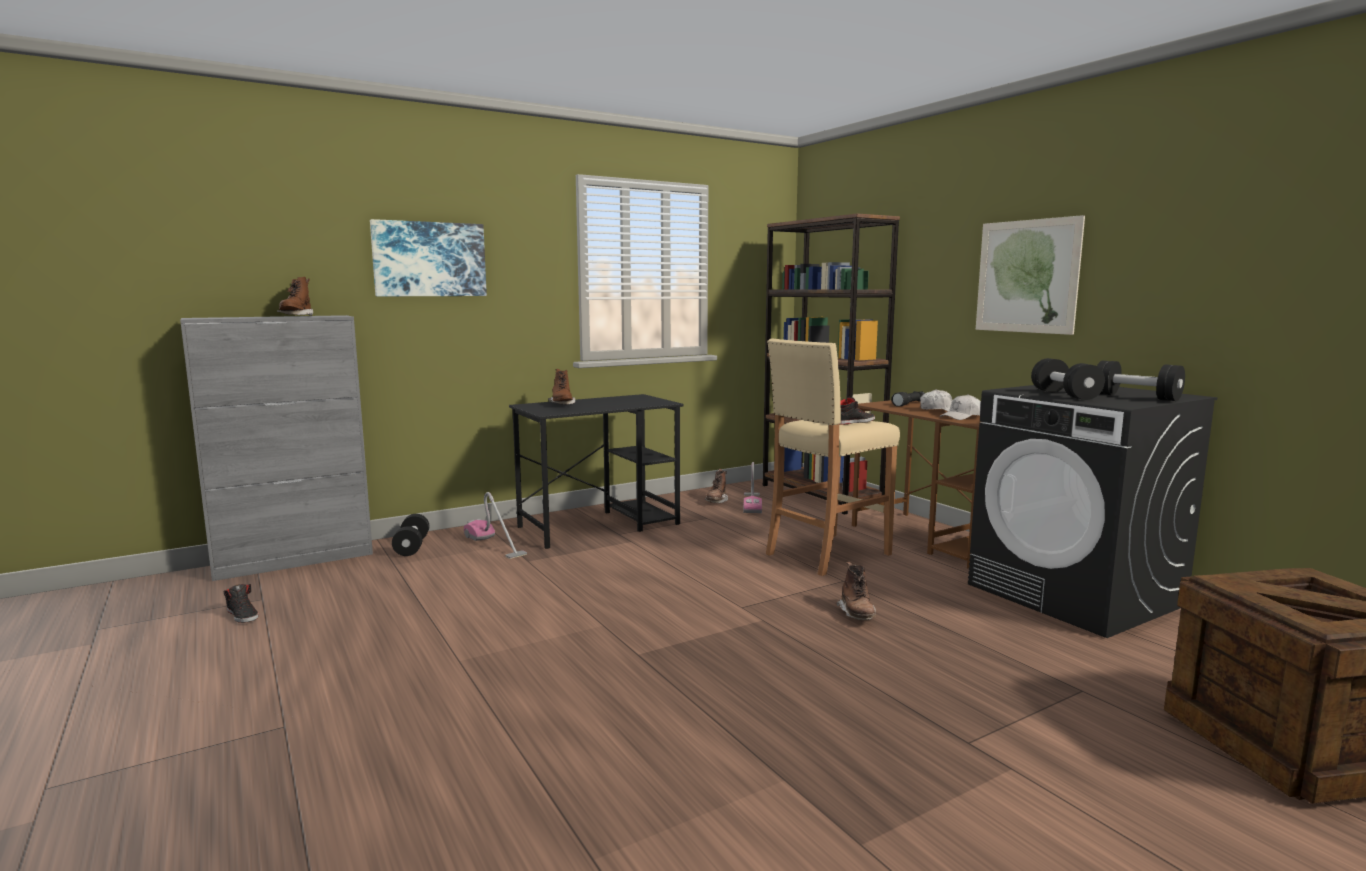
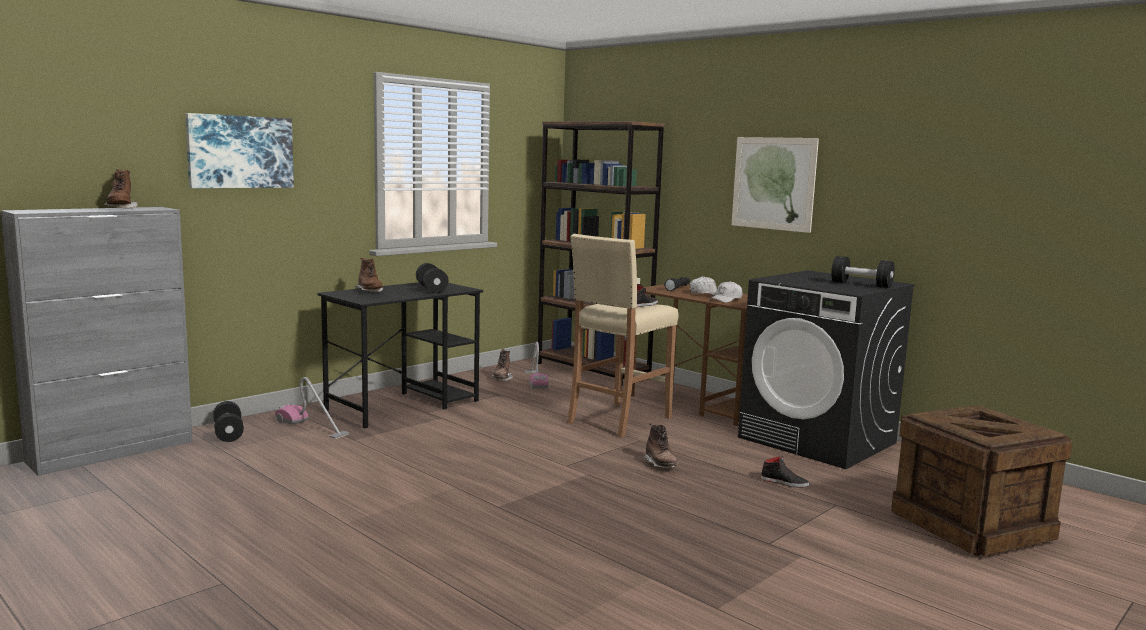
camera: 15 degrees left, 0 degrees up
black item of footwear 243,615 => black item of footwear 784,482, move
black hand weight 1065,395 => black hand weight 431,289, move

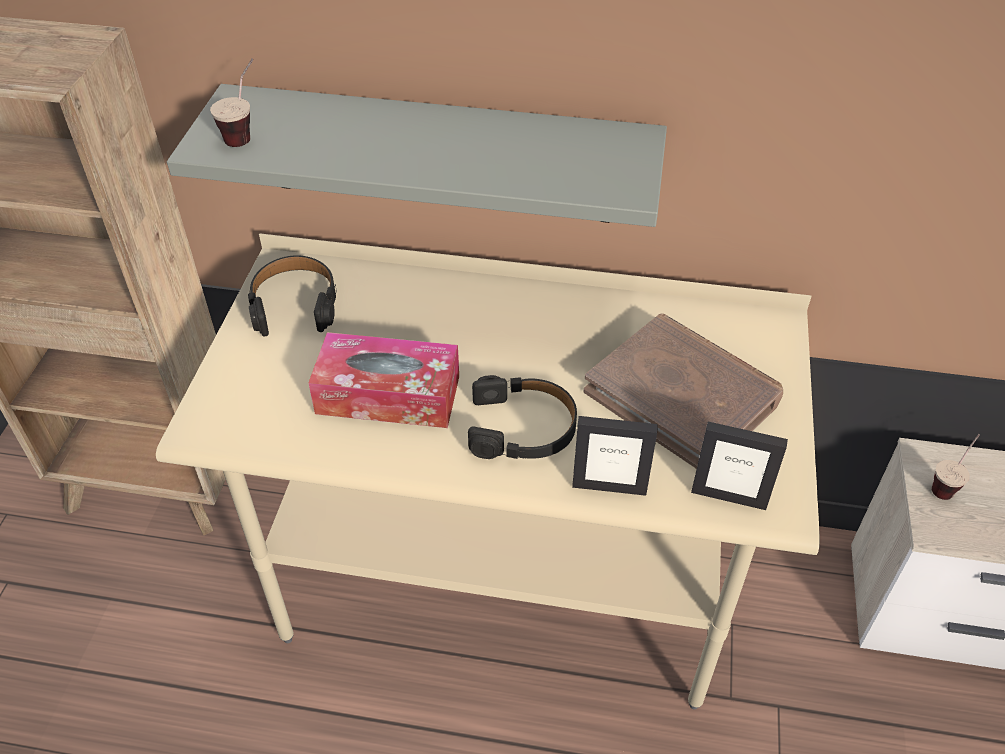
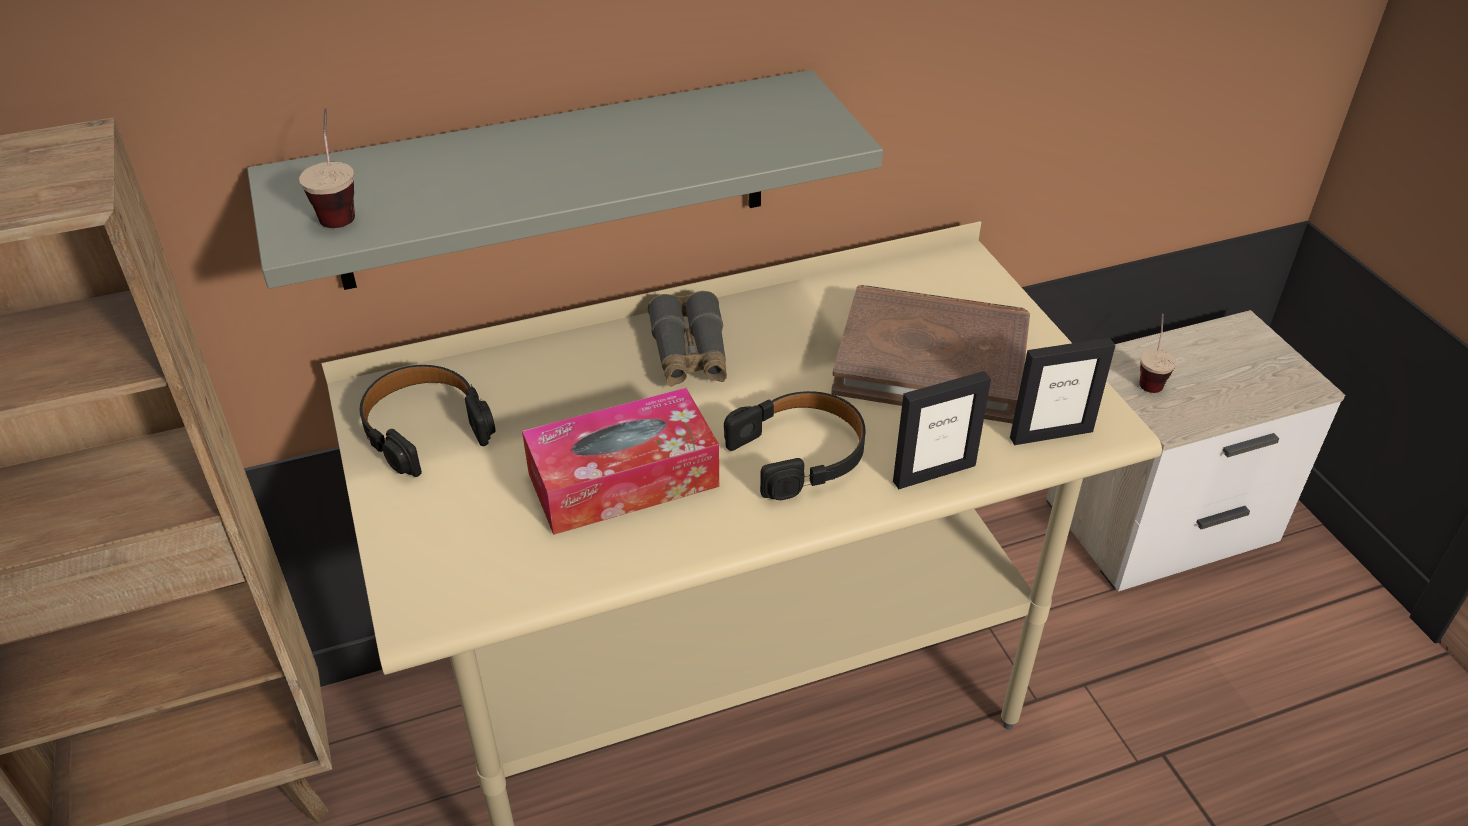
camera: 30 degrees left, 5 degrees down
nothing => gray pair of binoculars 690,354

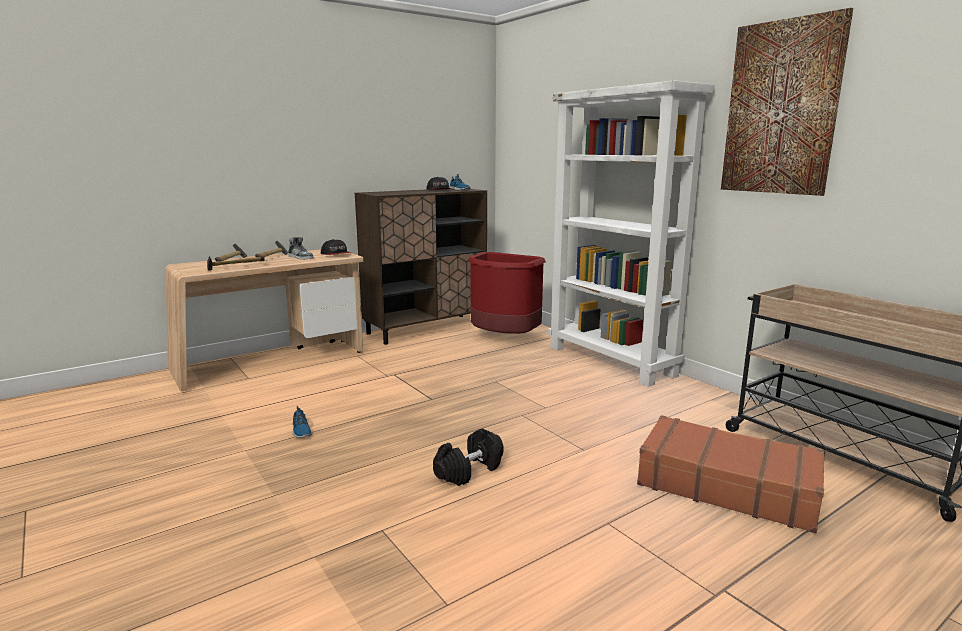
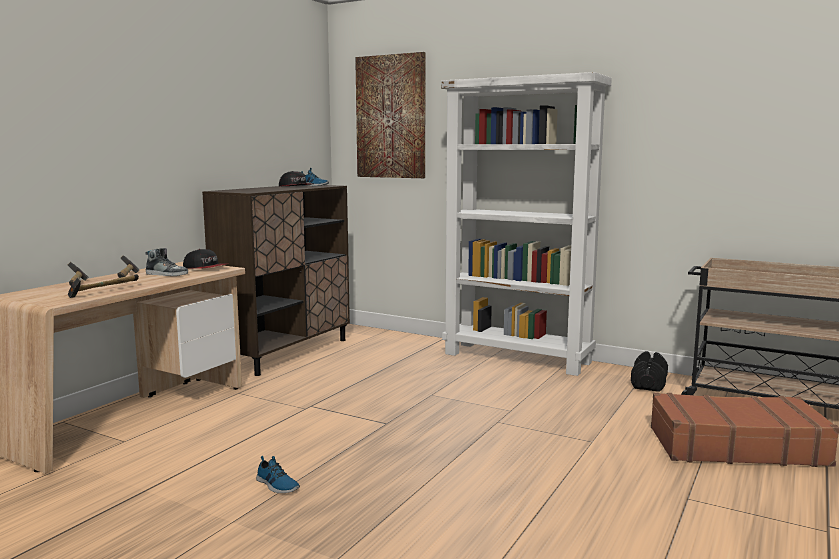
camera: 25 degrees left, 5 degrees down
reddish waste bin 504,338 => nothing
black hand weight 469,471 => black hand weight 649,383, move
wall art 781,108 => wall art 391,117, move

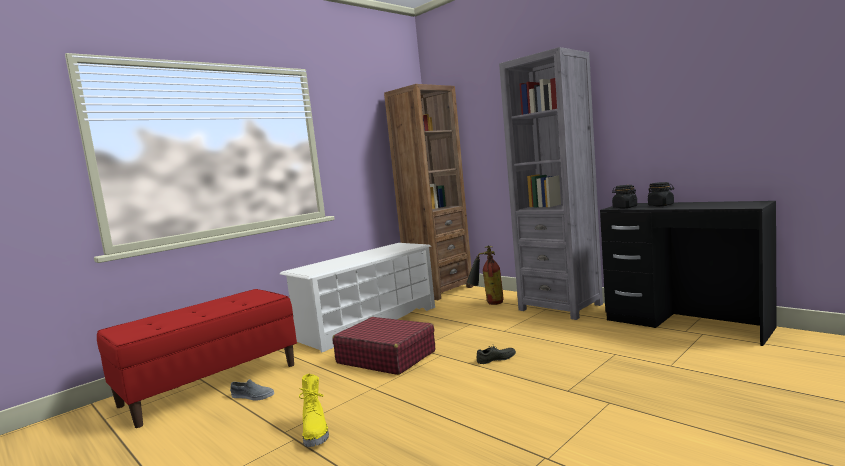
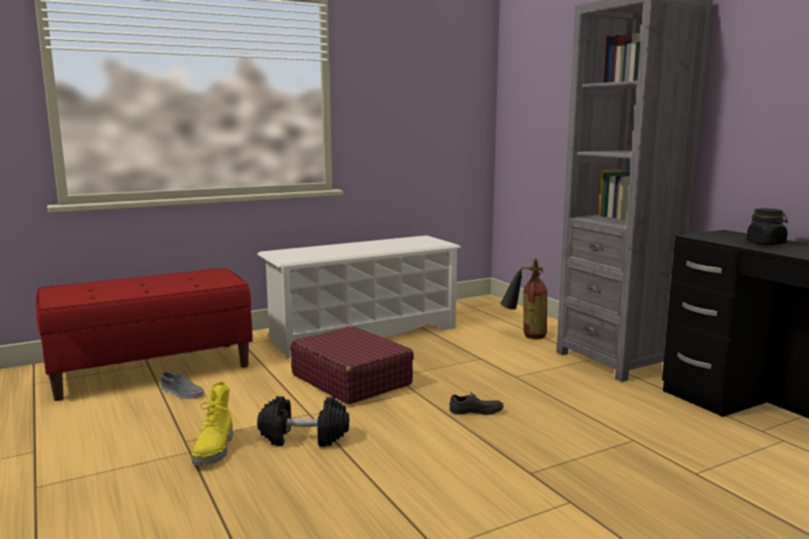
camera: 15 degrees right, 5 degrees up
brownish bookshelf 439,290 => nothing
black jar 624,207 => nothing
nothing => black hand weight 304,437

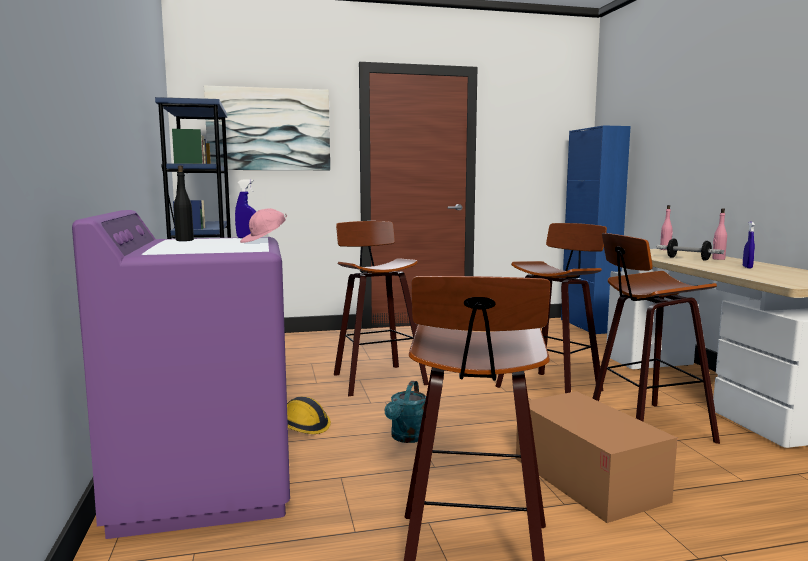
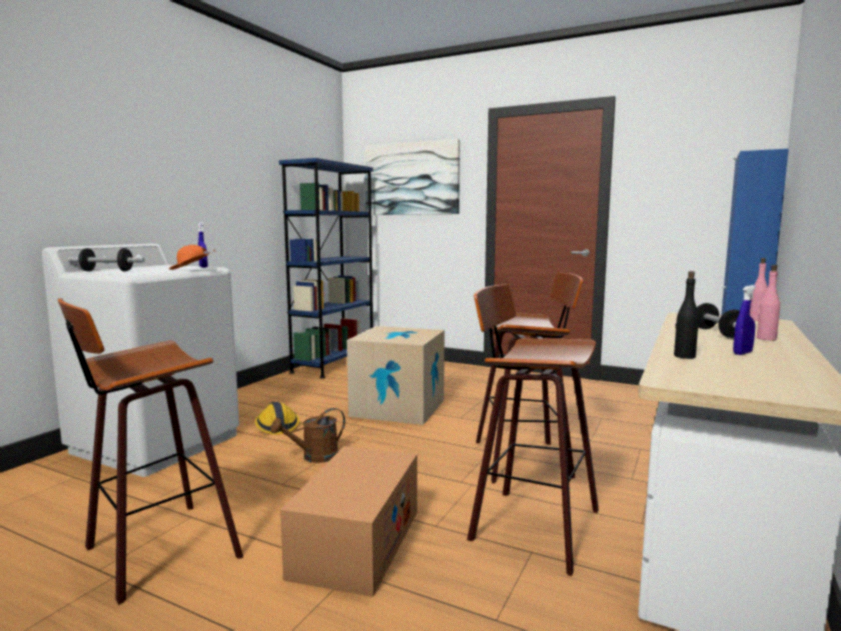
camera: 40 degrees right, 0 degrees up
nothing => hand weight 107,271
black bottle 184,240 => black bottle 684,356, move
sitting stool 376,379 => packing box 398,408
purplish laundry appliance 204,485 => white laundry appliance 157,443
pink-coloured baseball cap 265,241 => orange baseball cap 190,269
turquoise sprinkling can 407,438 => brownish sprinkling can 314,457

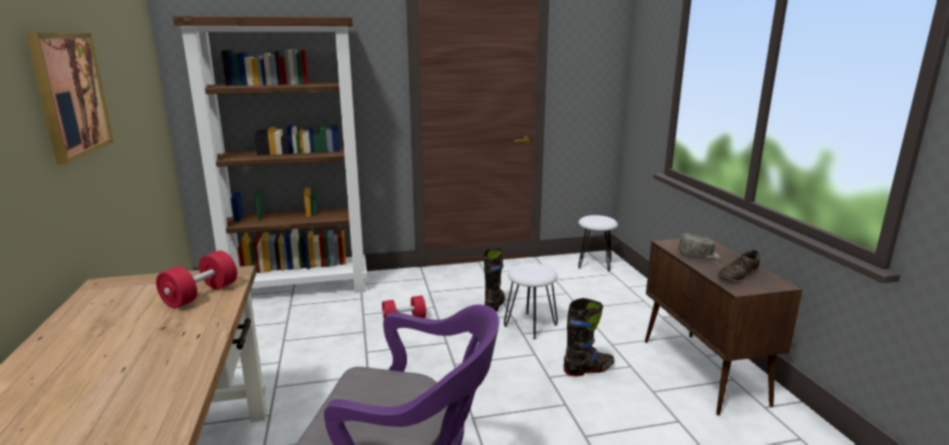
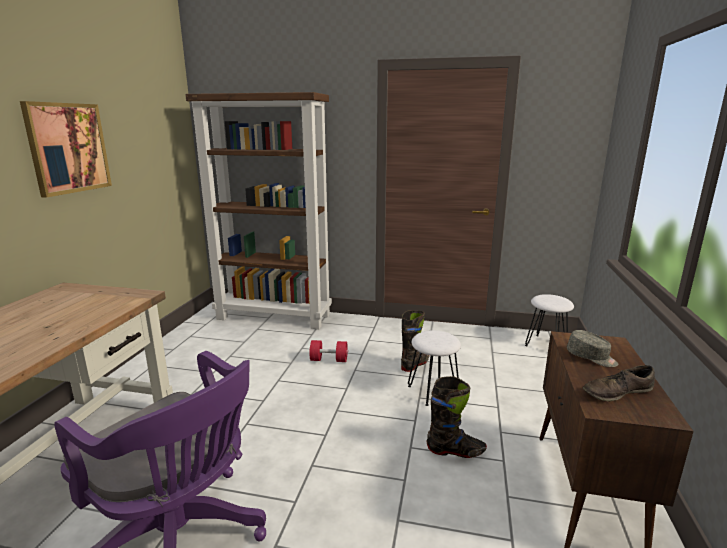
camera: 25 degrees right, 0 degrees up
reddish hand weight 201,295 => nothing

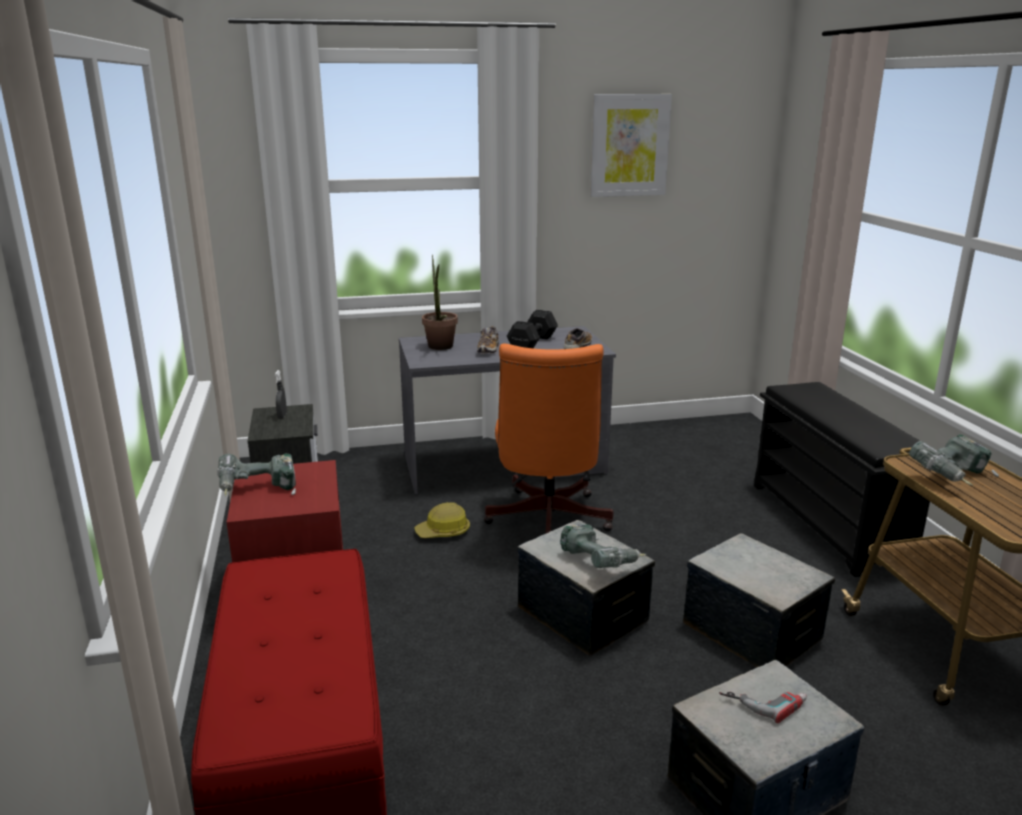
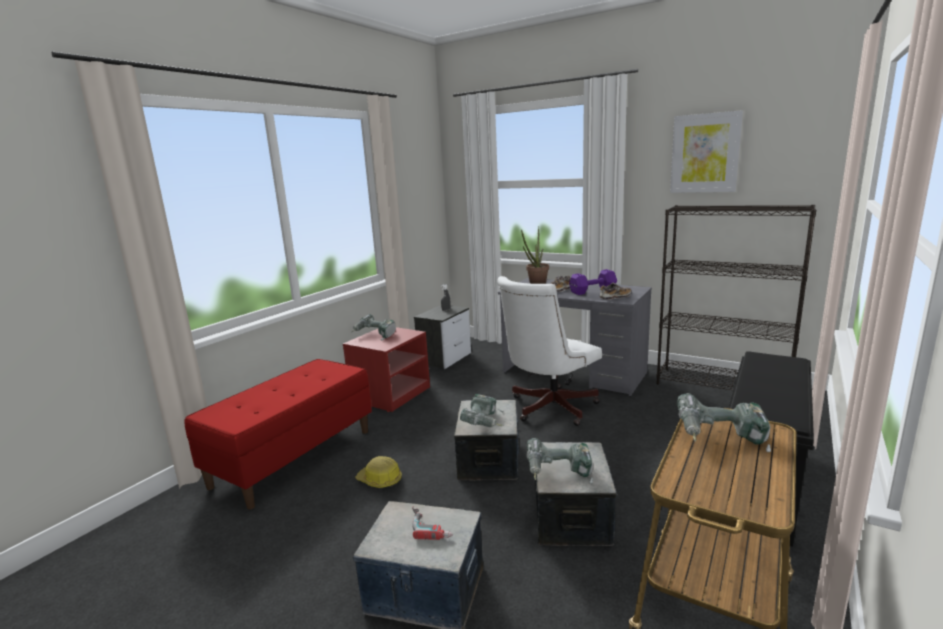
camera: 45 degrees right, 5 degrees down
nothing => drill 558,474
nothing => black bookshelf 722,385
hard hat 443,532 => hard hat 380,480, move
orange computer chair 547,522 => white computer chair 548,408
black hand weight 533,343 => purplish hand weight 594,291

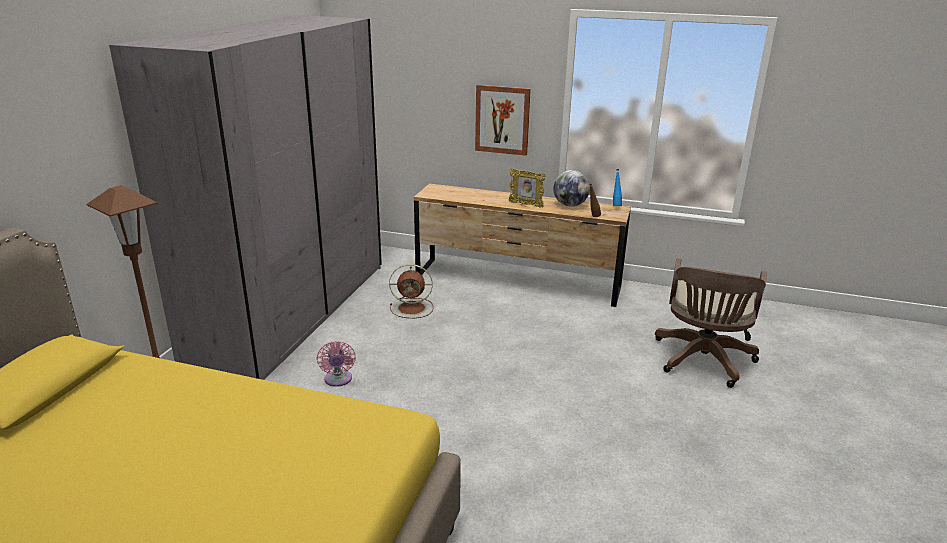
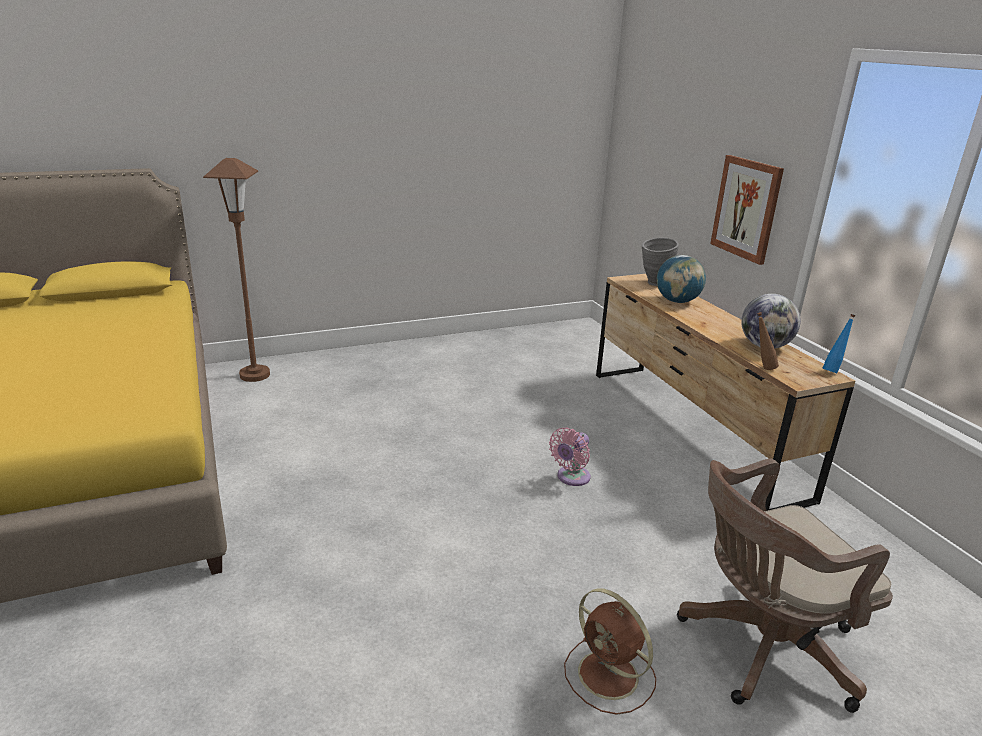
camera: 50 degrees right, 0 degrees up
gray armoire 293,312 => nothing
picture frame 526,204 => nothing
nothing => gray decorative vase 654,284
nothing => desk globe 677,301
pink-coloured cooling fan 338,380 => pink-coloured cooling fan 571,478, move
brownish cooling fan 413,308 => brownish cooling fan 610,676, move

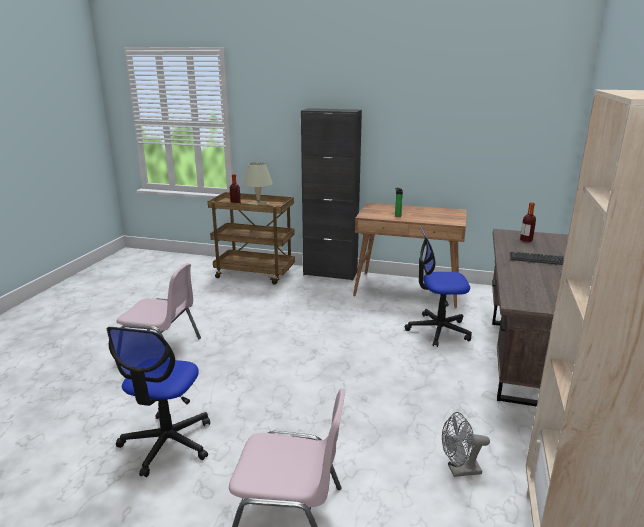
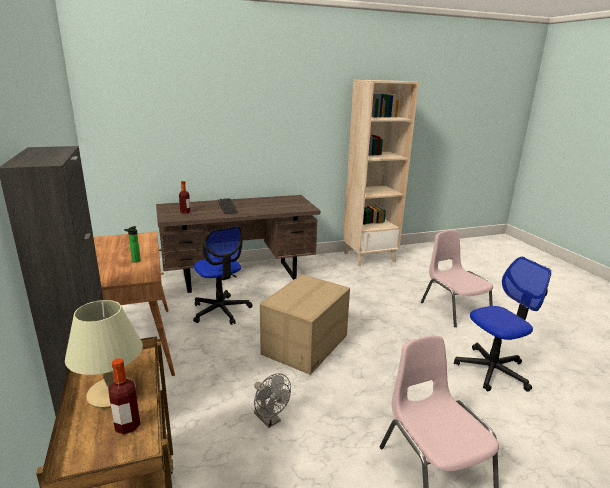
camera: 125 degrees left, 0 degrees up
nothing => packing box 305,345
gray cooling fan 459,470 => gray cooling fan 270,420, move

